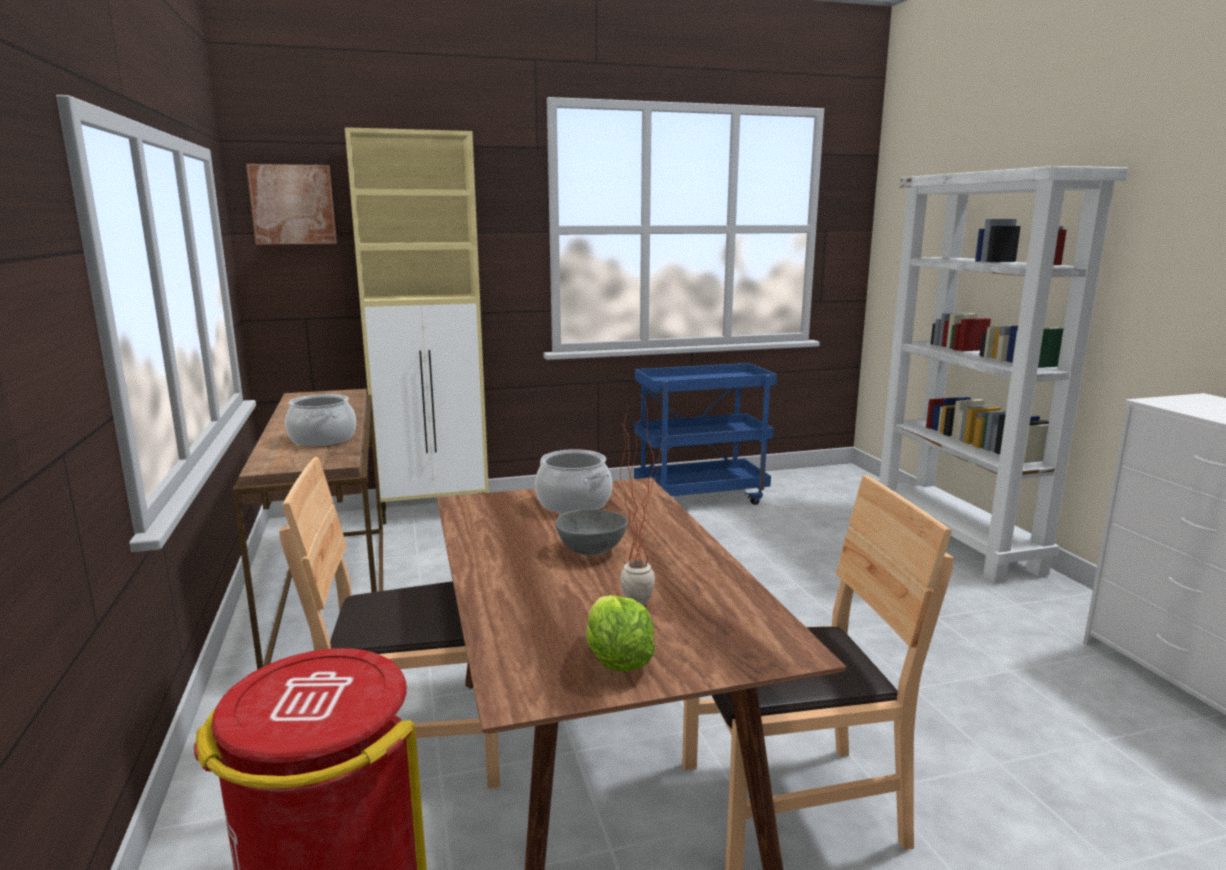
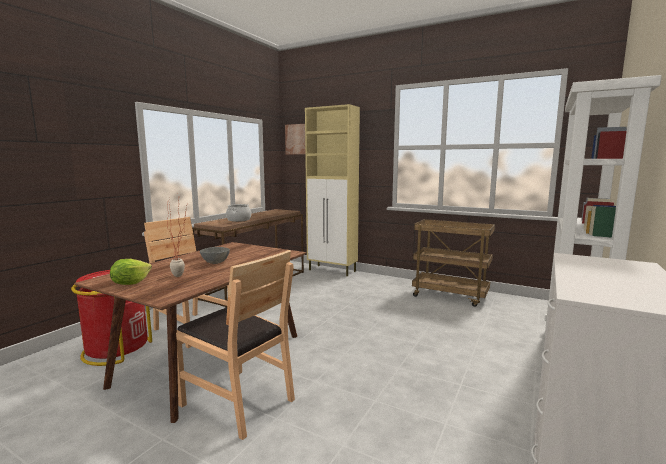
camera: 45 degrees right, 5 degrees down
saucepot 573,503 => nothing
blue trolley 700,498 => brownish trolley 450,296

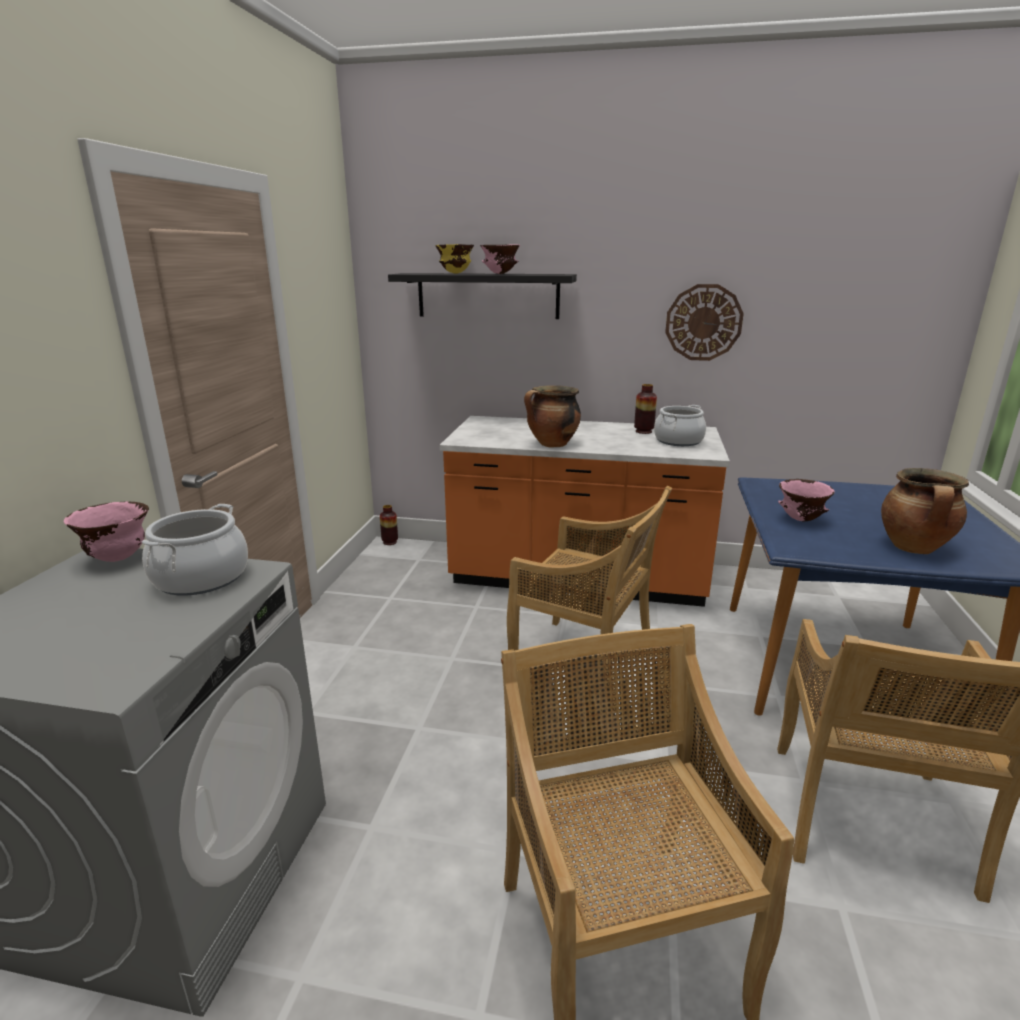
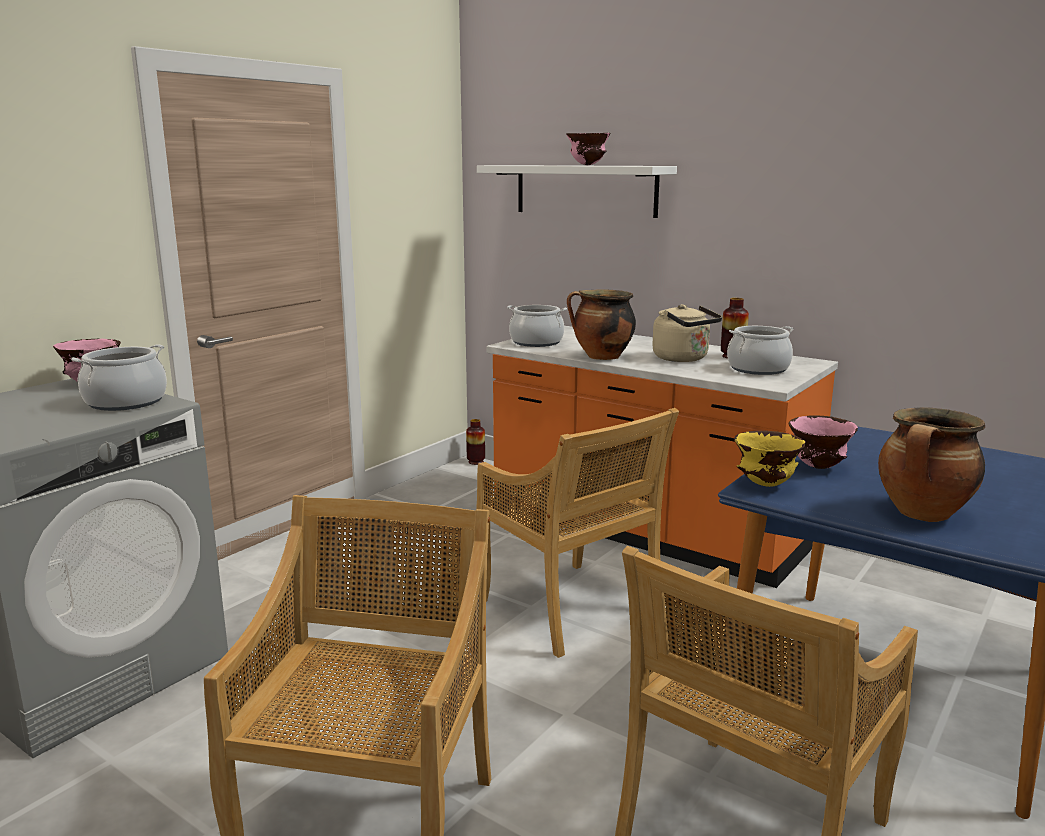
camera: 25 degrees right, 5 degrees down
clock on the wall 703,322 => nothing
nothing => saucepot 536,342
nothing => beige-coloured kettle 683,359
yellowish serving bowl 455,273 => yellowish serving bowl 765,484, move
black bracket shelf 488,295 => white bracket shelf 585,190

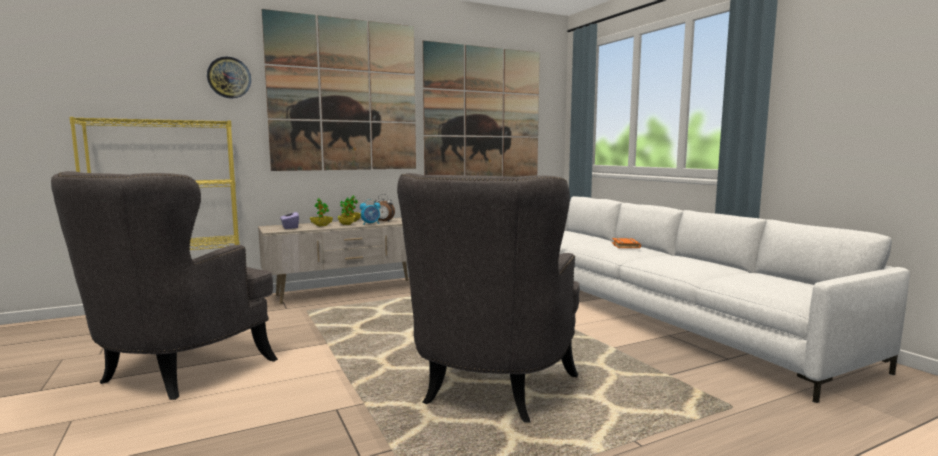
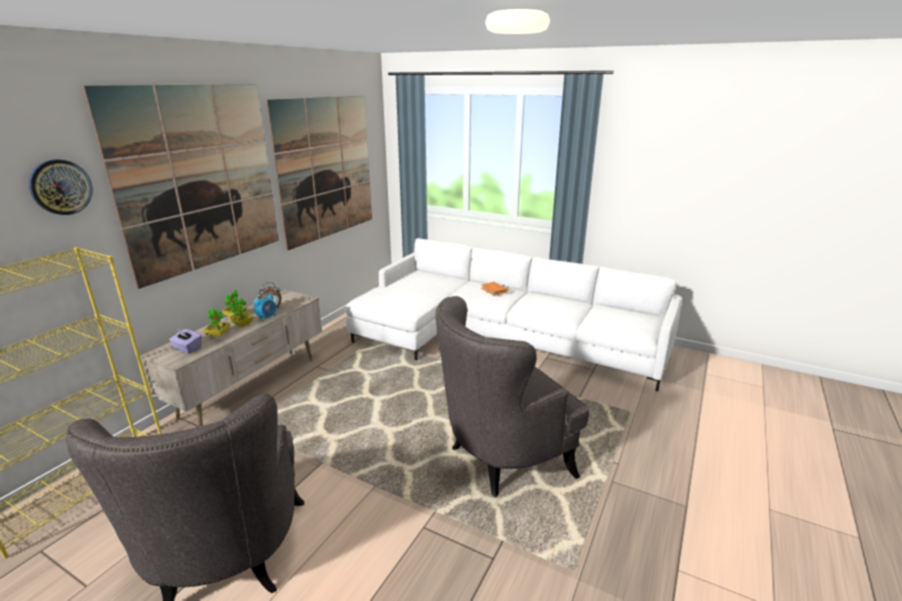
camera: 35 degrees left, 15 degrees up
gray easy chair 489,391 => gray easy chair 501,459, 75 degrees clockwise

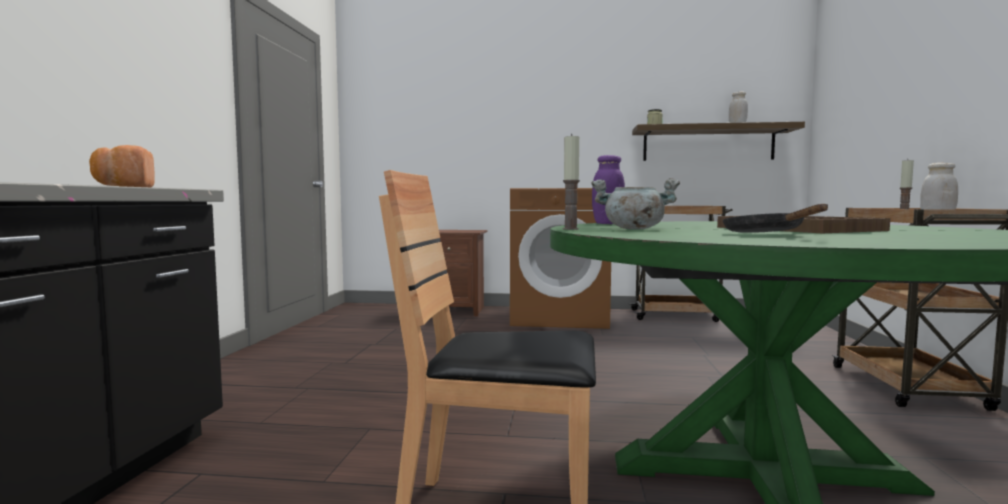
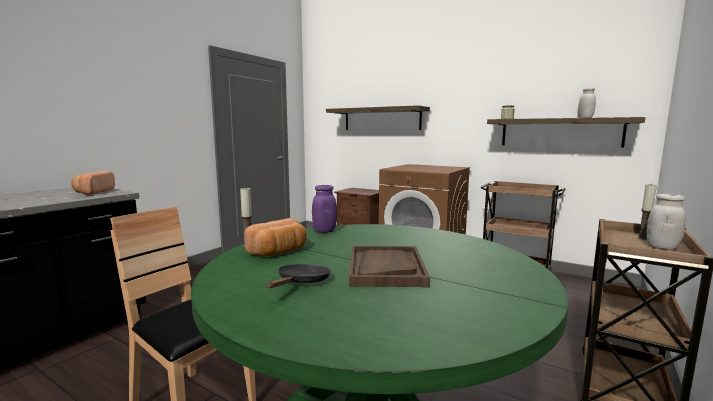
camera: 25 degrees right, 5 degrees up
nothing => bracket shelf 381,119
gray saucepot 633,229 => bakery bread 279,252

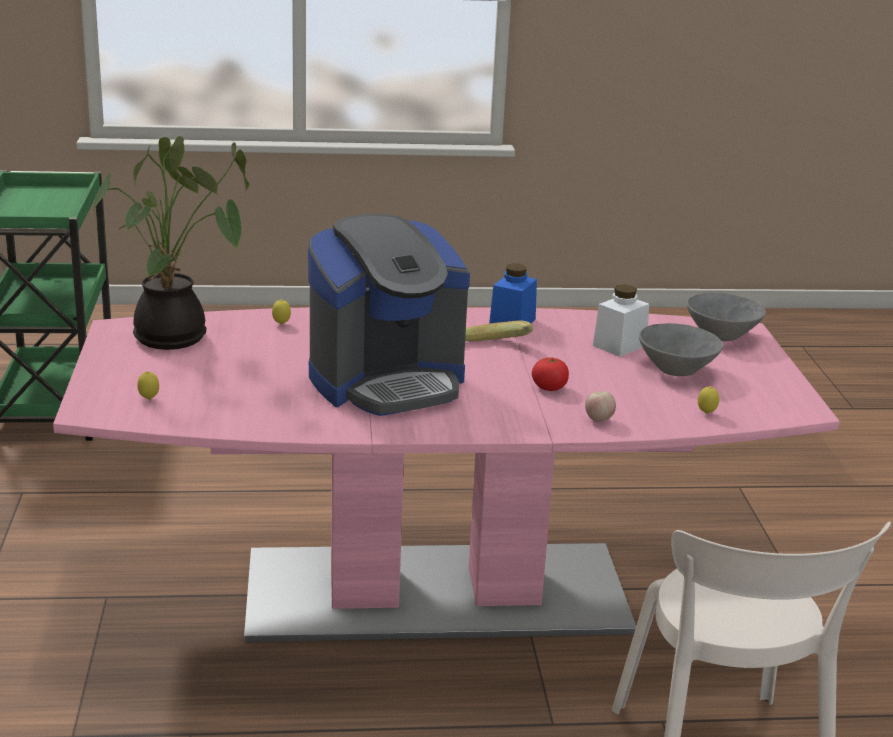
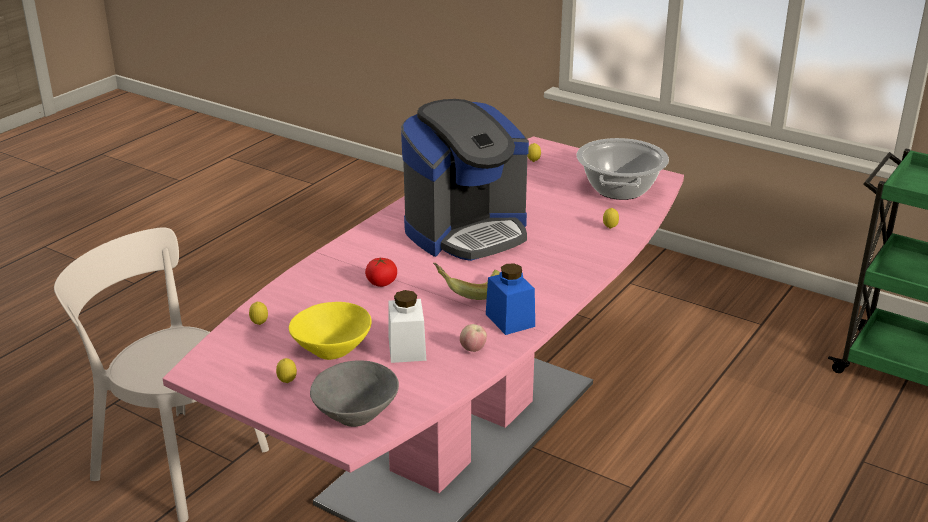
camera: 130 degrees right, 5 degrees up
nothing => whole lemon 287,382
whole apple 599,420 => whole apple 473,350, move
houseplant 176,339 => saucepot 620,189
gray serving bowl 677,371 => yellowish serving bowl 331,350
coffee maker 387,382 => coffee maker 467,231, 135 degrees counterclockwise

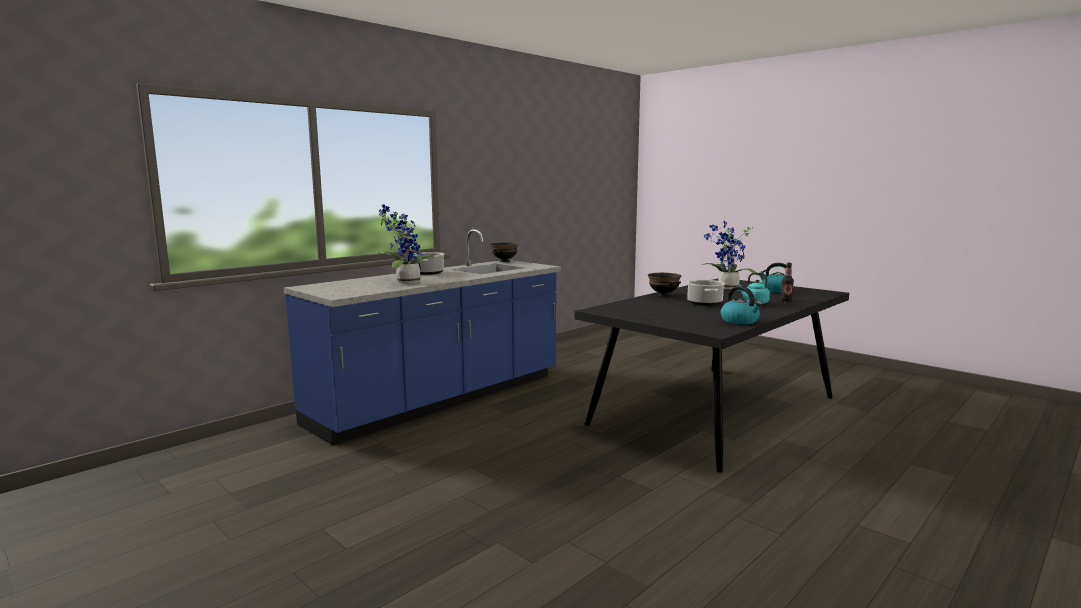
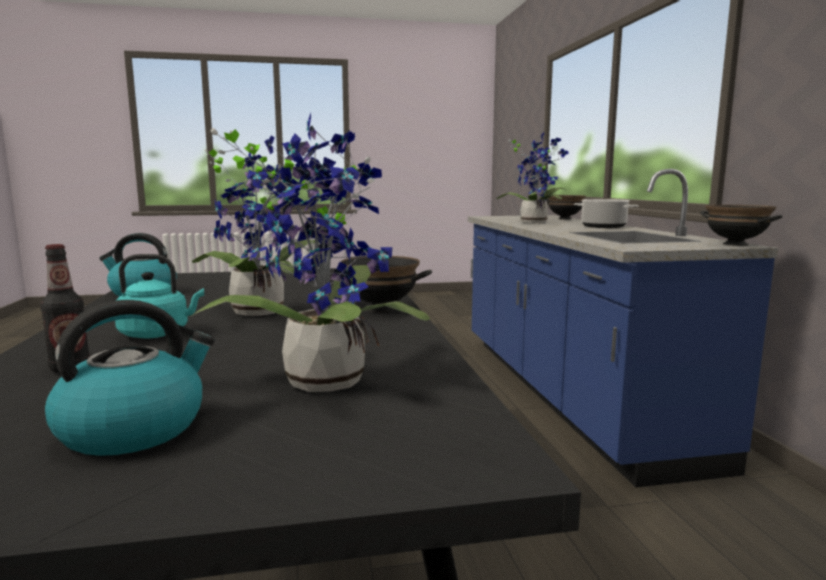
camera: 125 degrees right, 0 degrees up
nothing => black serving bowl 564,219
saucepot 704,303 => houseplant 262,310

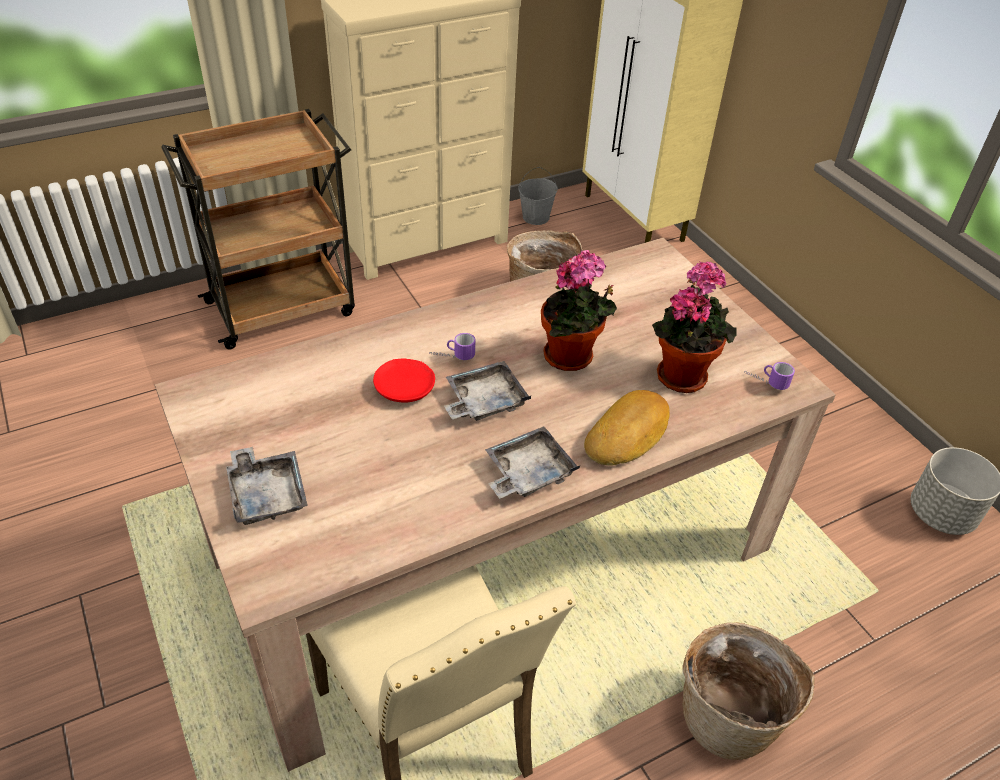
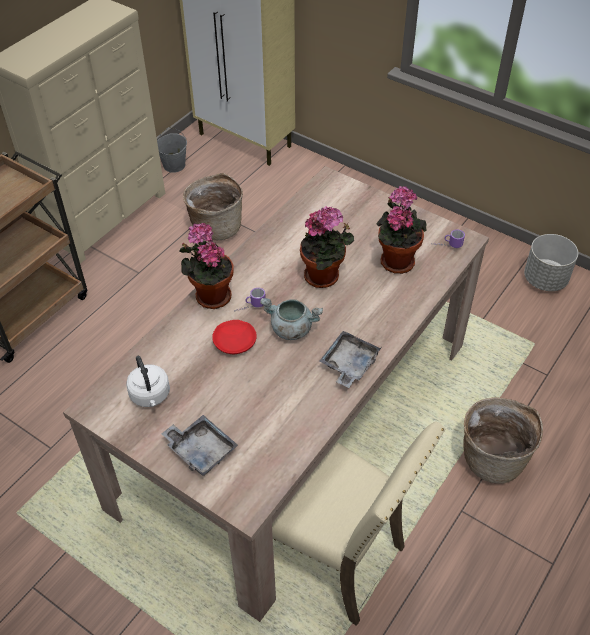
camera: 25 degrees left, 5 degrees up
bakery bread 628,434 => nothing
nothing => white kettle 150,396
nothing => houseplant 210,295
gray tray 484,401 => gray saucepot 291,329

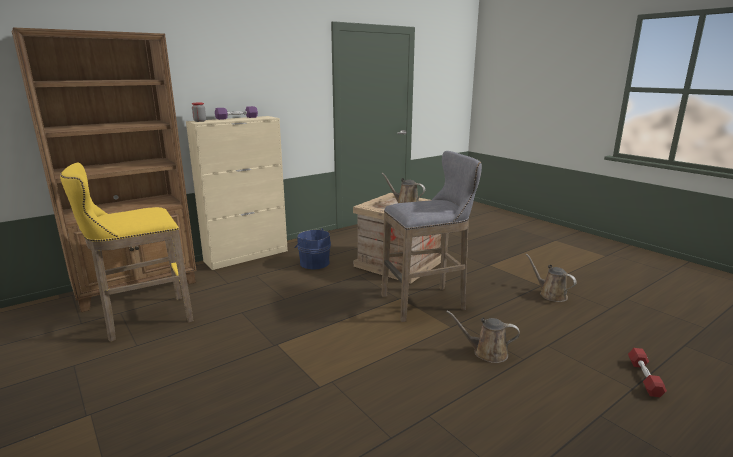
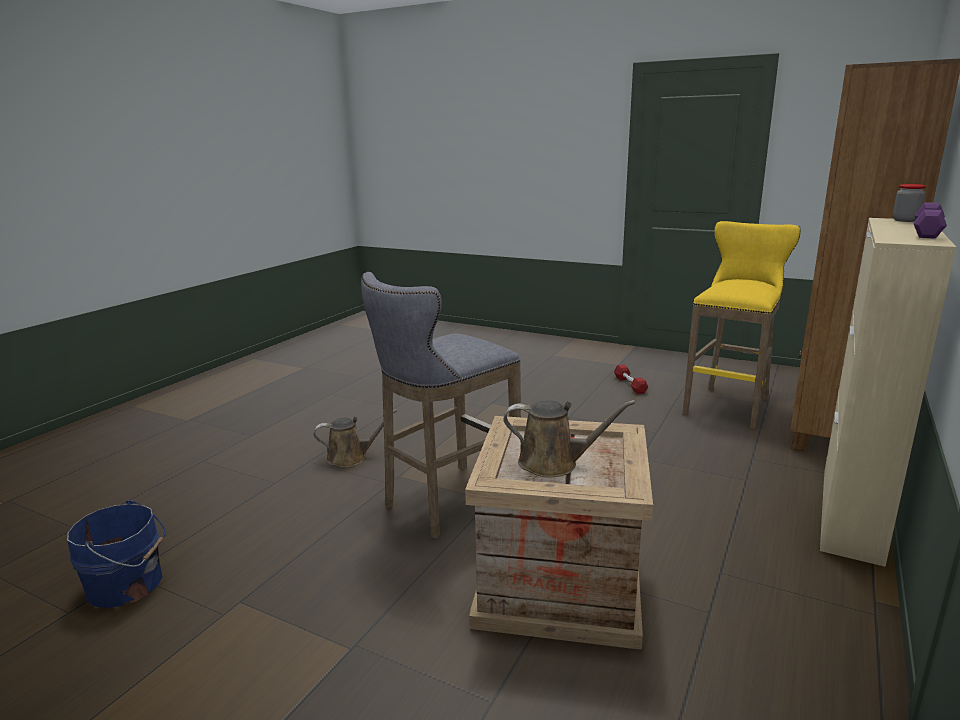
camera: 155 degrees right, 0 degrees up
brownish sprinkling can 550,294 => nothing
blue pail 313,263 => blue pail 128,585, move
reddish hand weight 644,378 => reddish hand weight 630,385, move

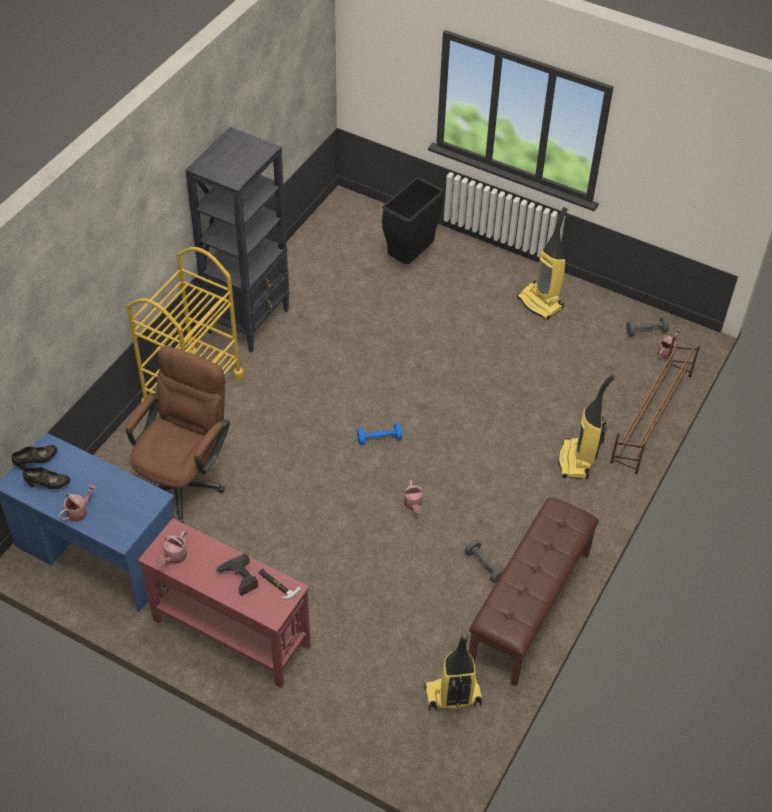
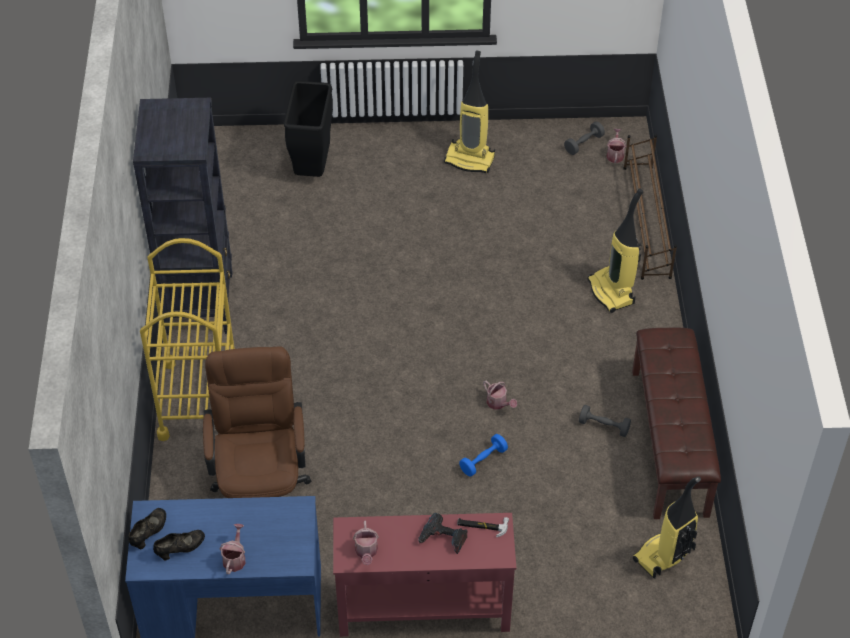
camera: 30 degrees left, 0 degrees up
blue hand weight 379,439 => blue hand weight 483,460, move

